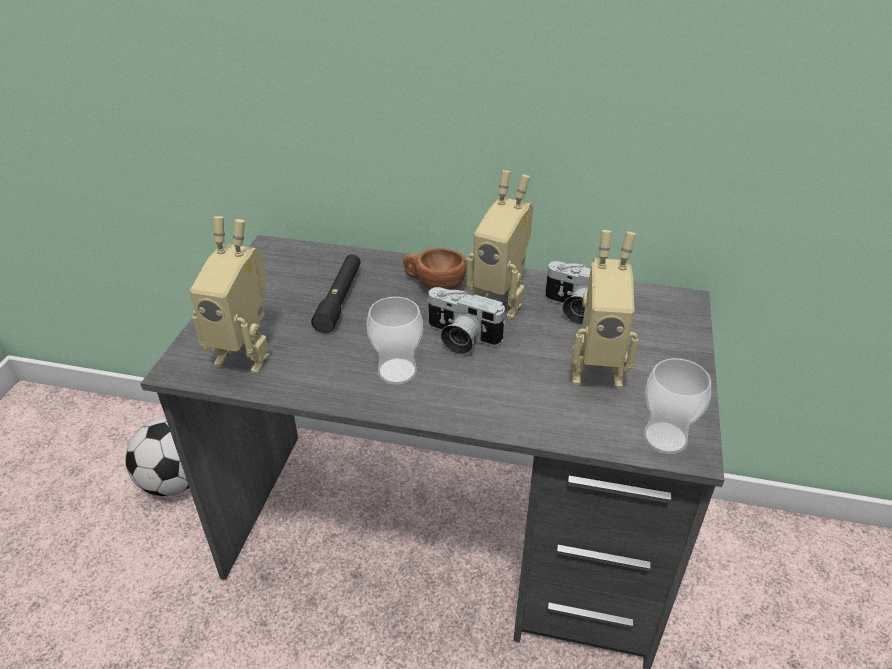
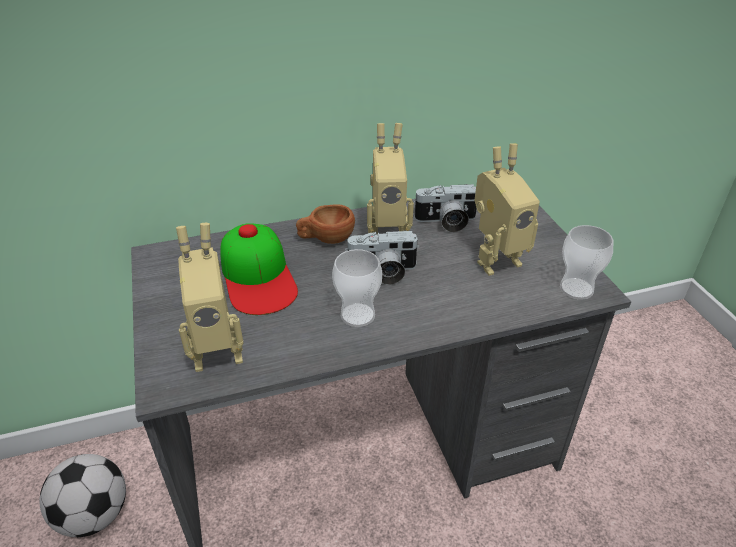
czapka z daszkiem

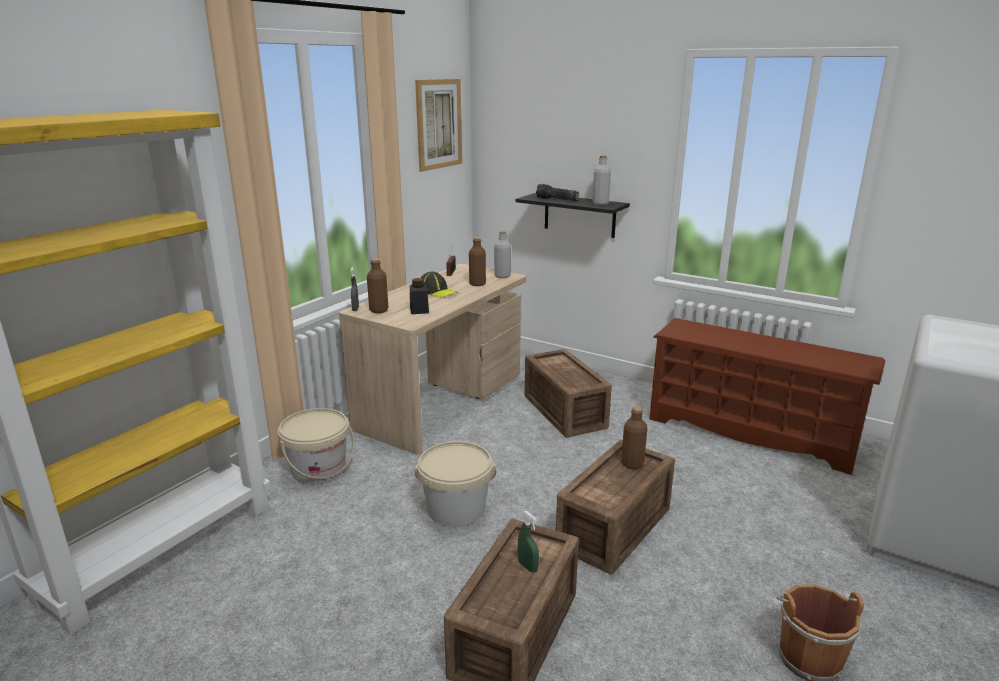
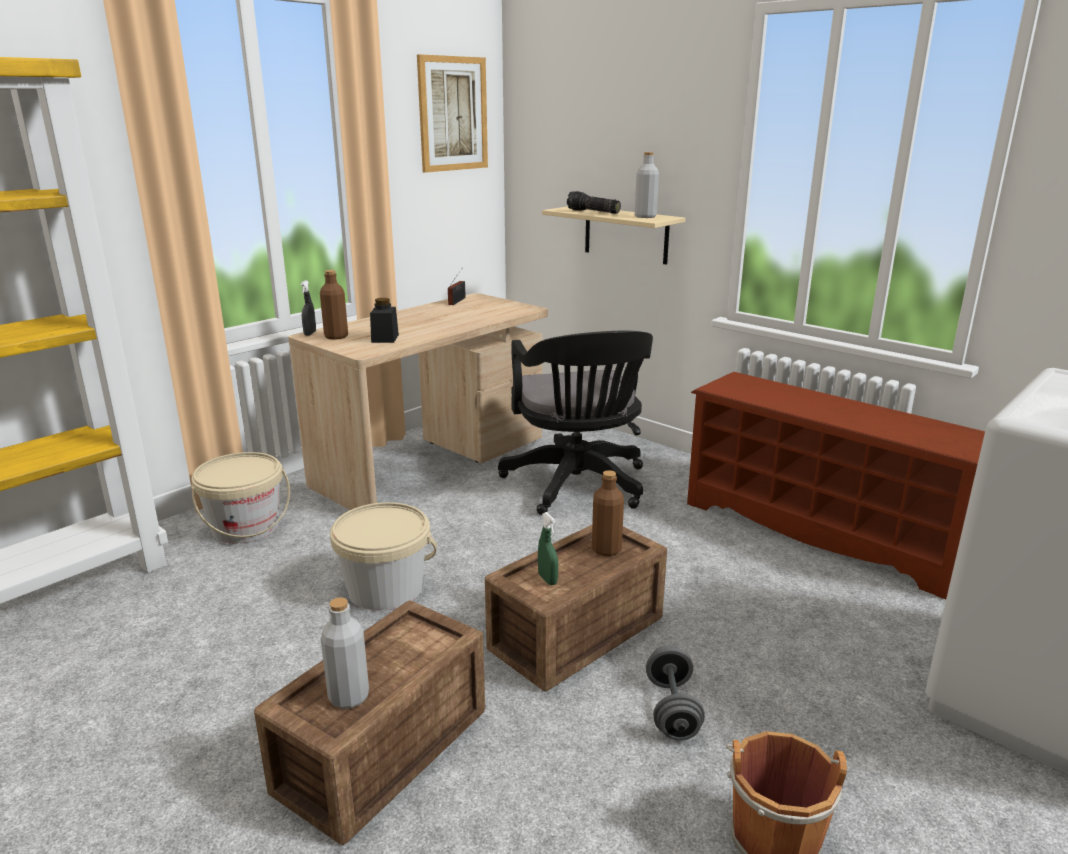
czapka z daszkiem; butelka (brązowy) (no. 2 from left in the first image); butelka (szary) (no. 1 from left); półka (beżowy); spryskiwacz (zielony); krzesło biurowe (czarny); hantel (szary)

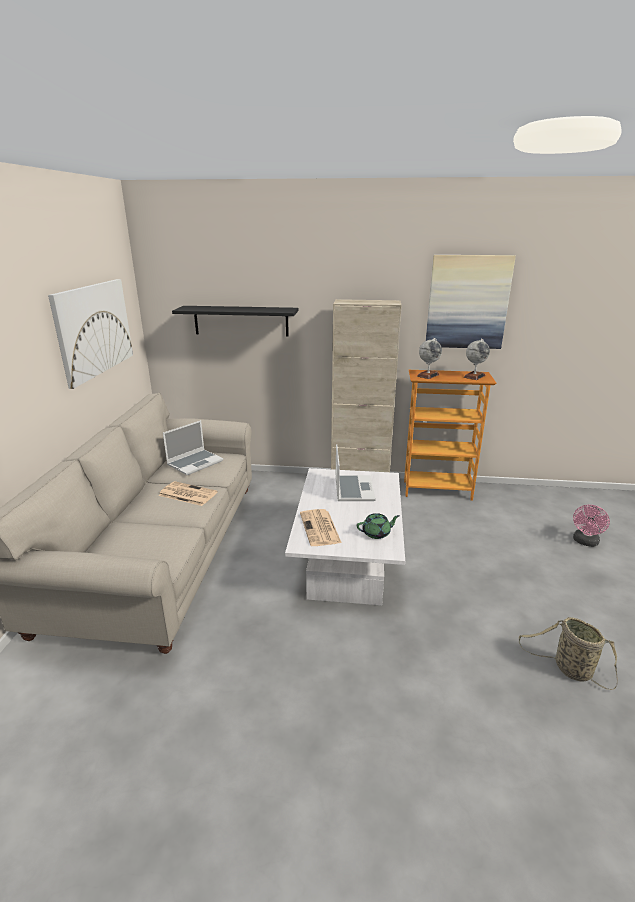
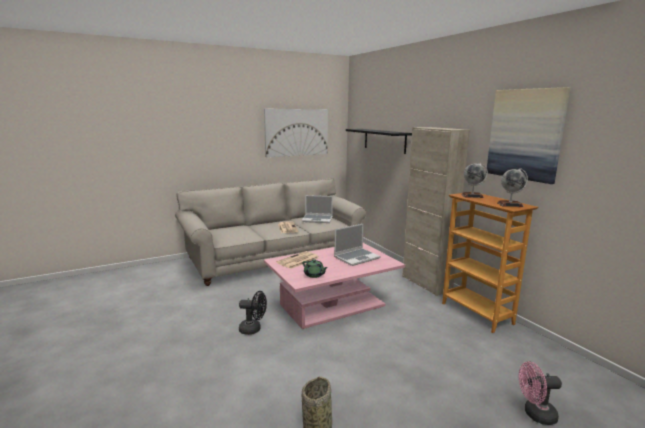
ława (różowy); wentylator (czarny)

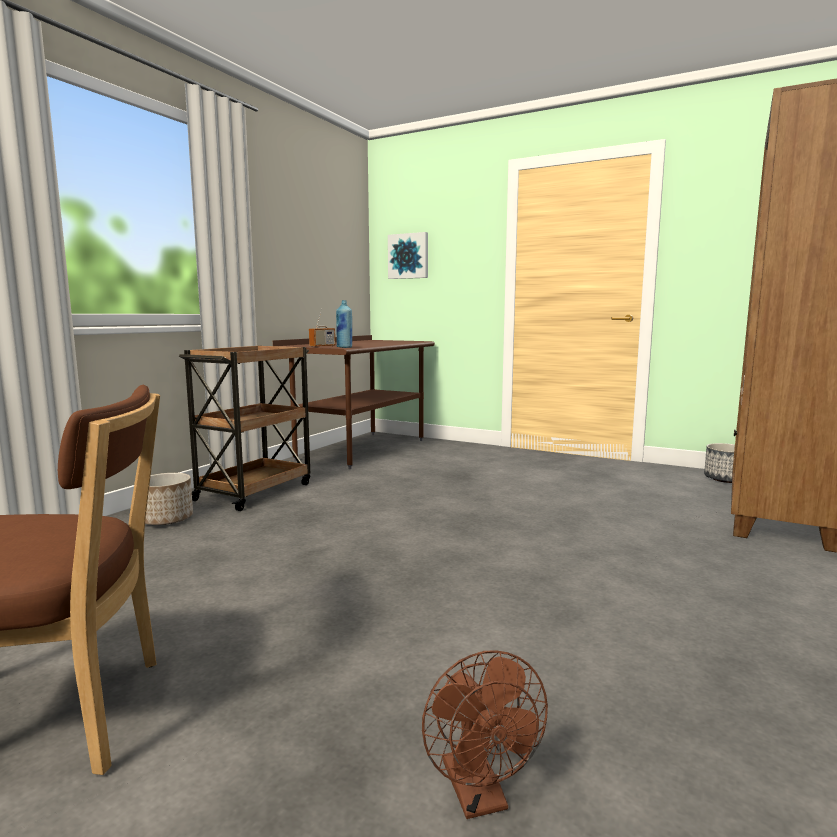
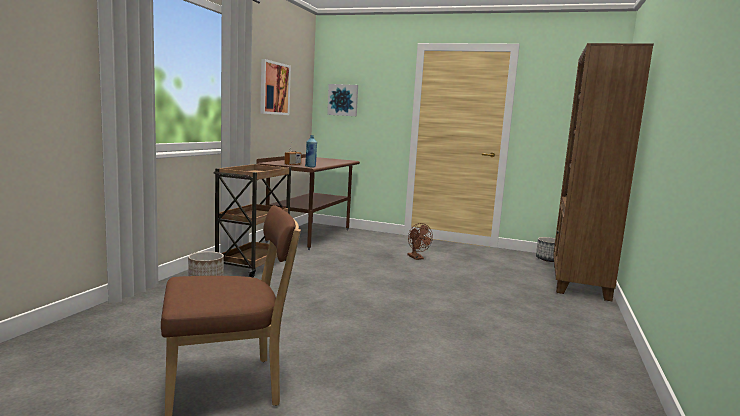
wentylator (brązowy); obraz (no. 1 from left)

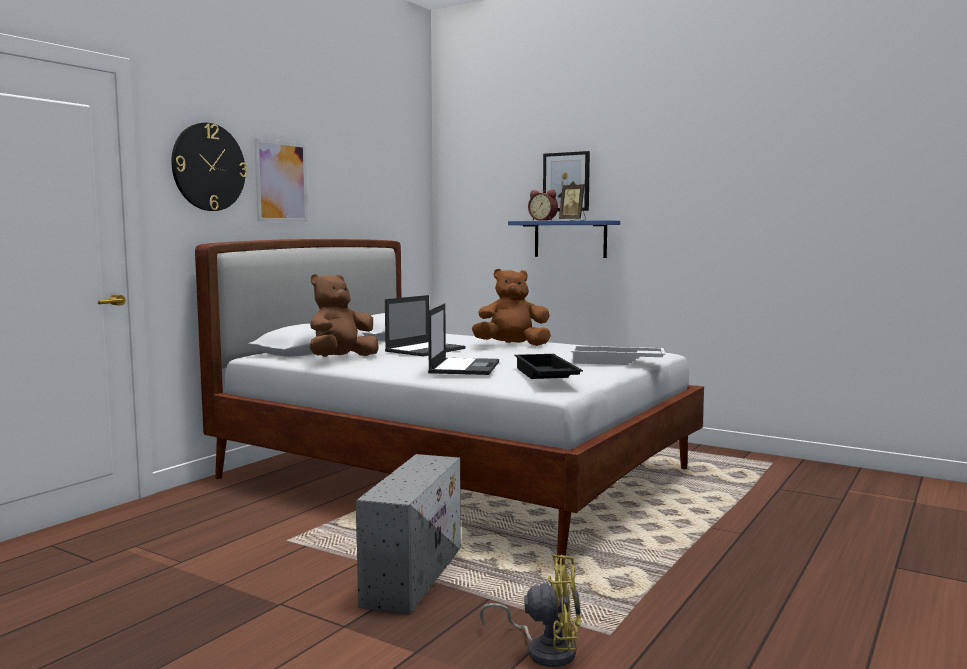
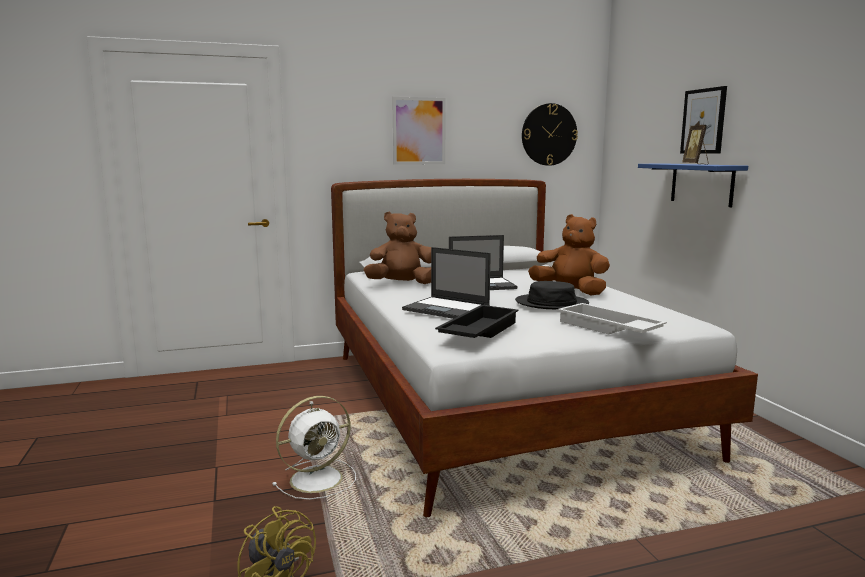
zegar ścienny; wentylator (biały); laptop (no. 1 from left); budzik; kapelusz (czarny)

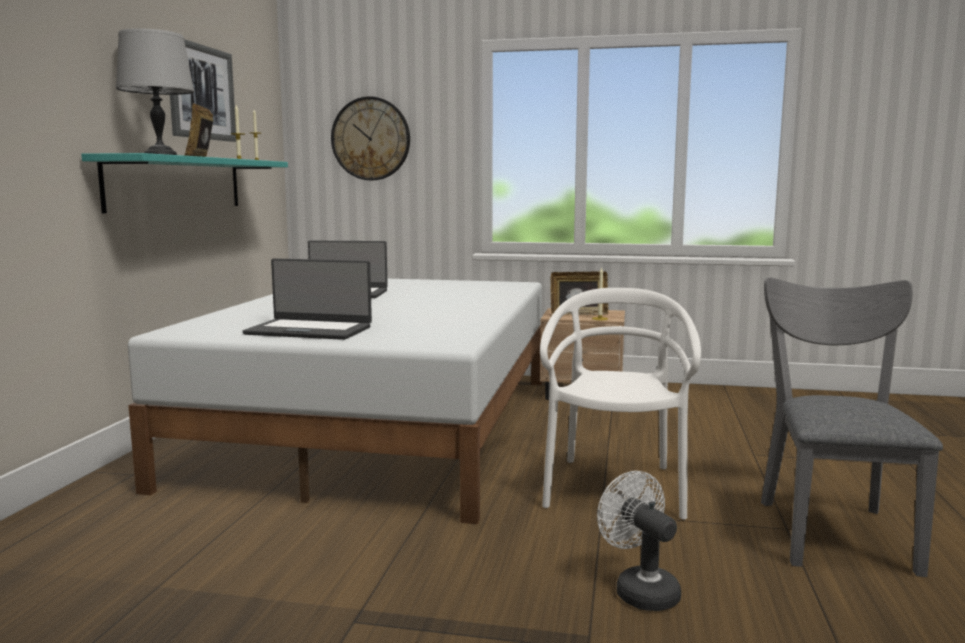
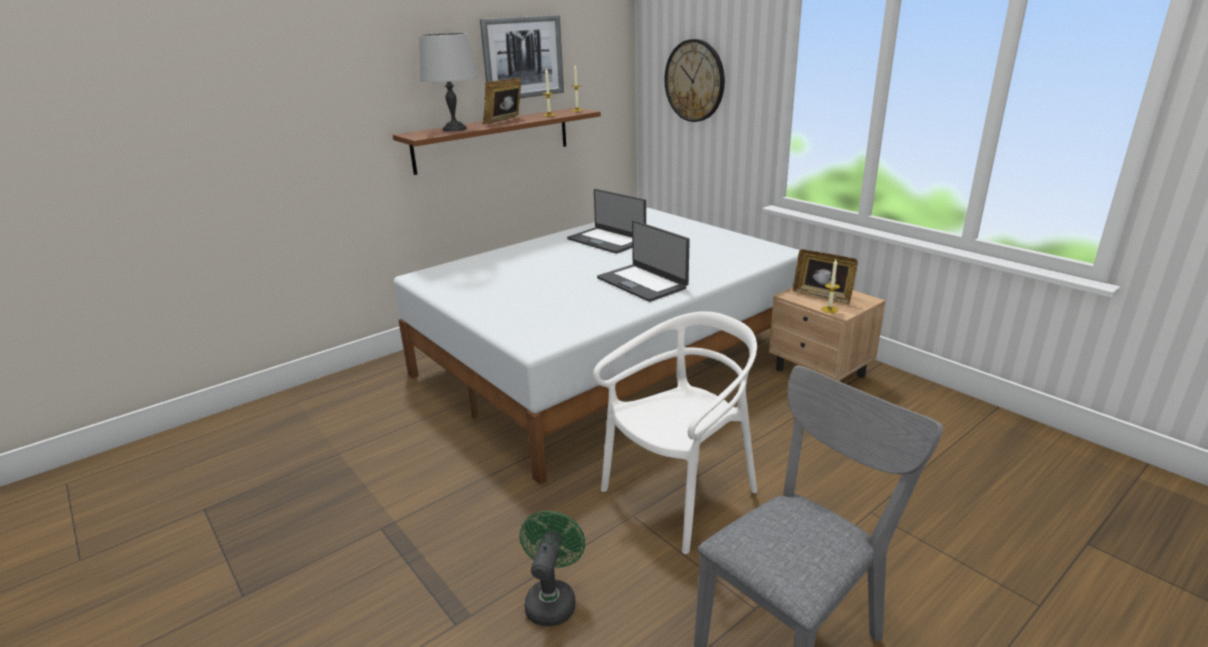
półka (brązowy); laptop (no. 2 from left); wentylator (zielony)

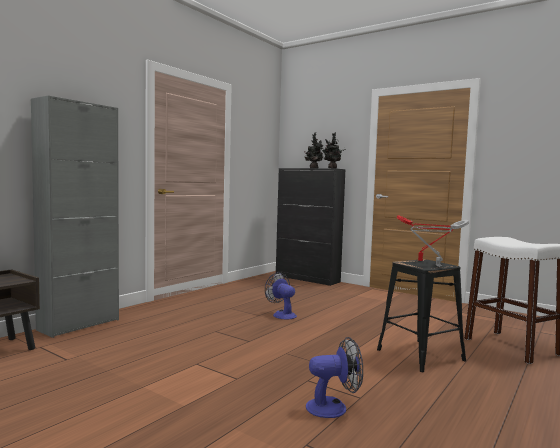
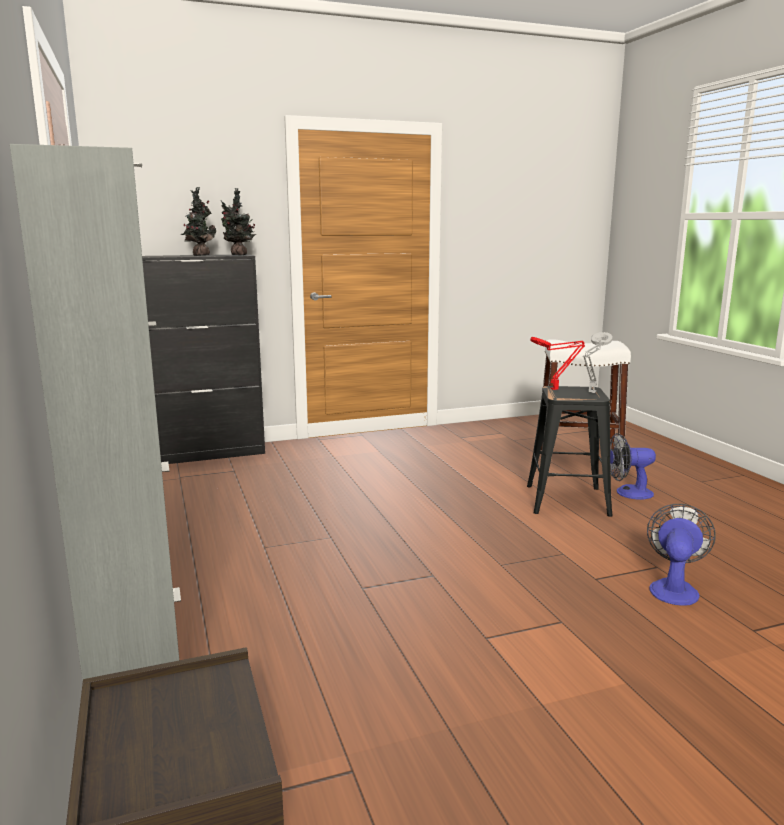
wentylator (no. 1 from left)

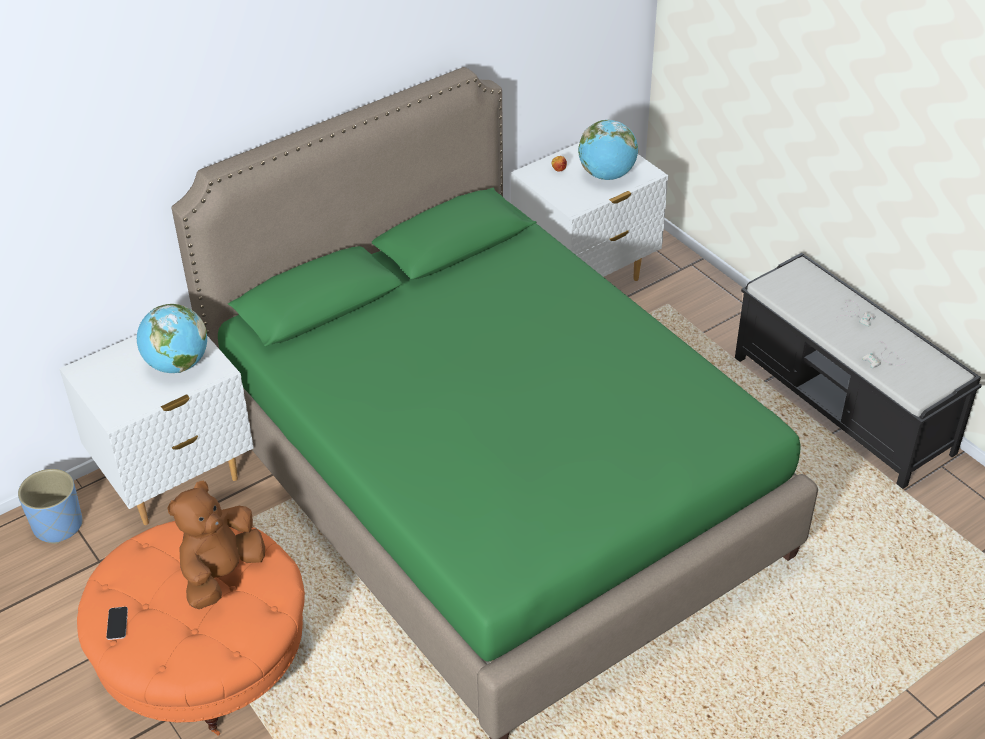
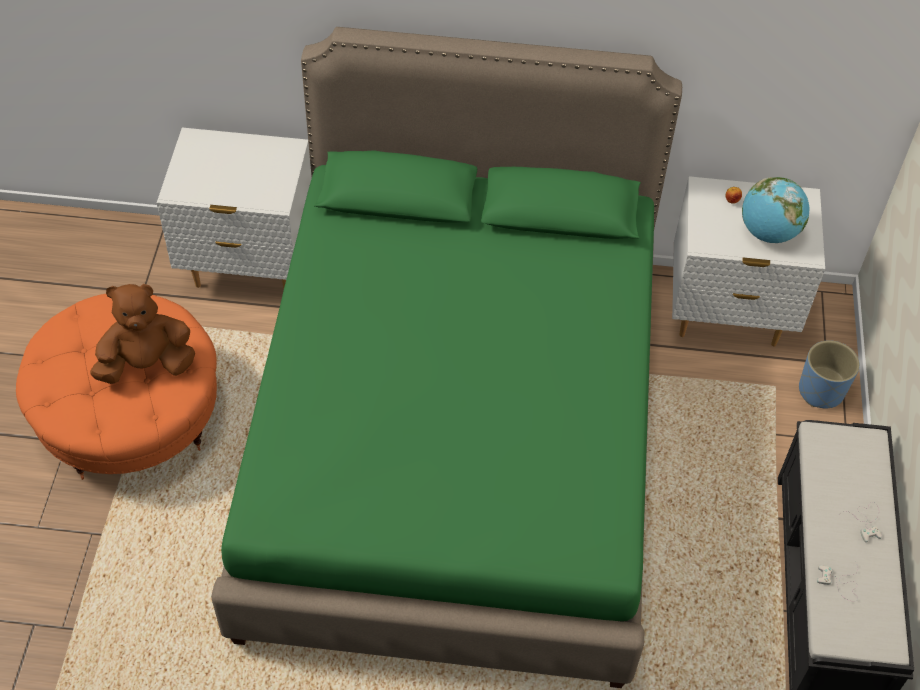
donica (niebieski); telefon; globus (no. 1 from left in the first image)

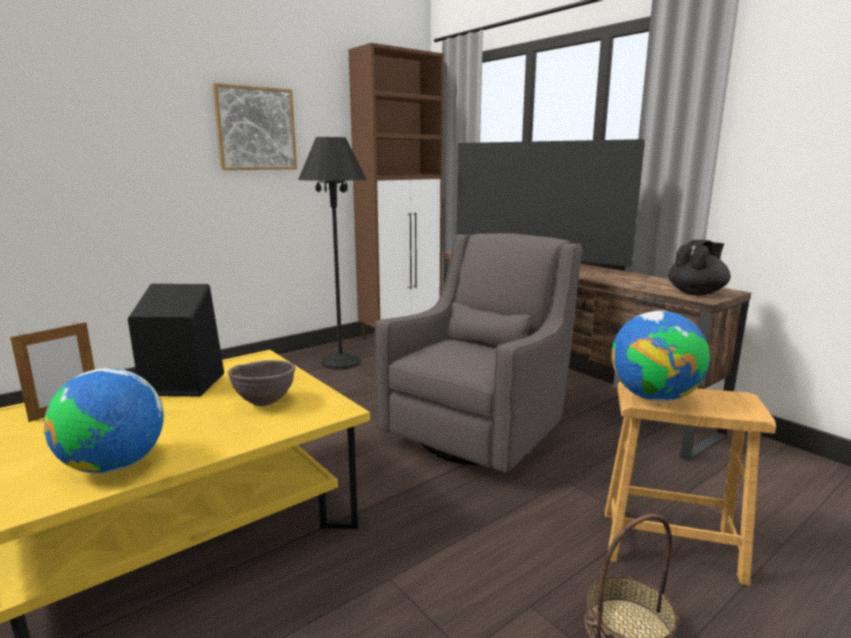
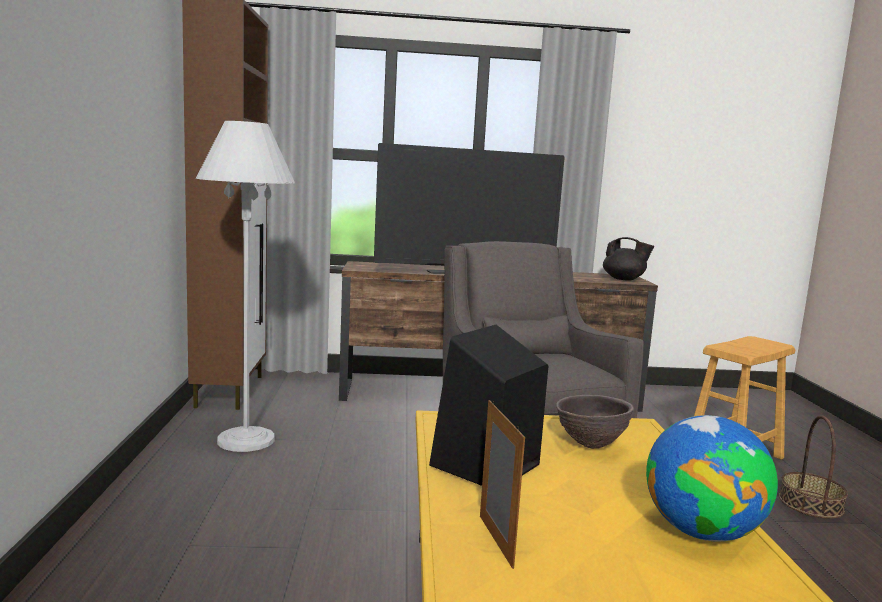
obraz; lampa stojąca (biały); globus (no. 2 from left in the first image); imbryk (czarny)

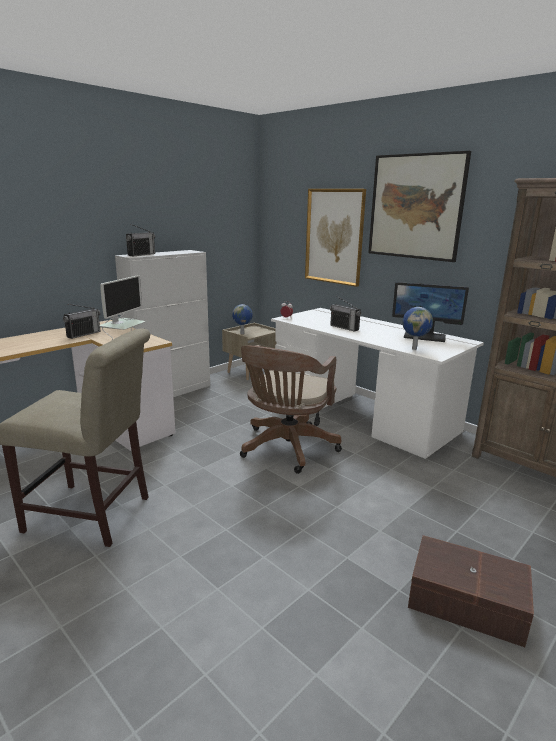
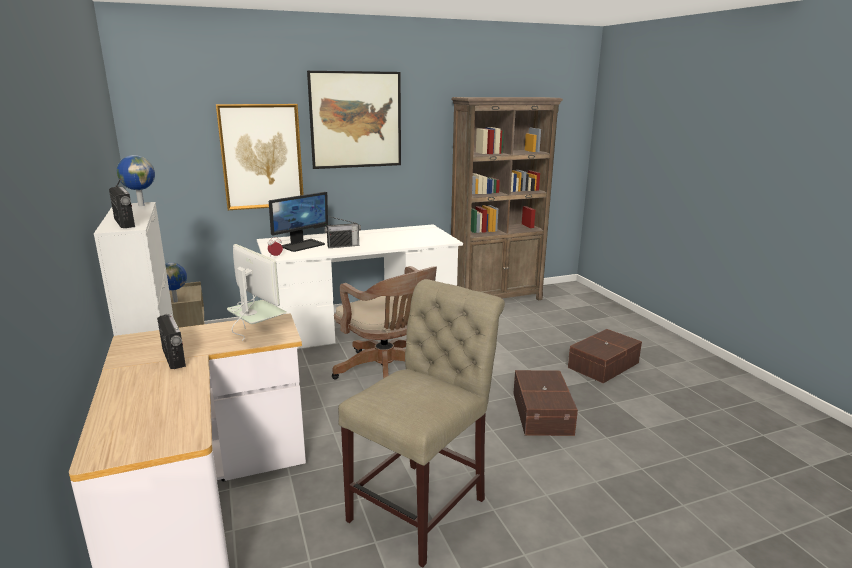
monitor (no. 2 from left); globus (no. 1 from left); pojemnik do przechowywania (brązowy) (no. 1 from left)

